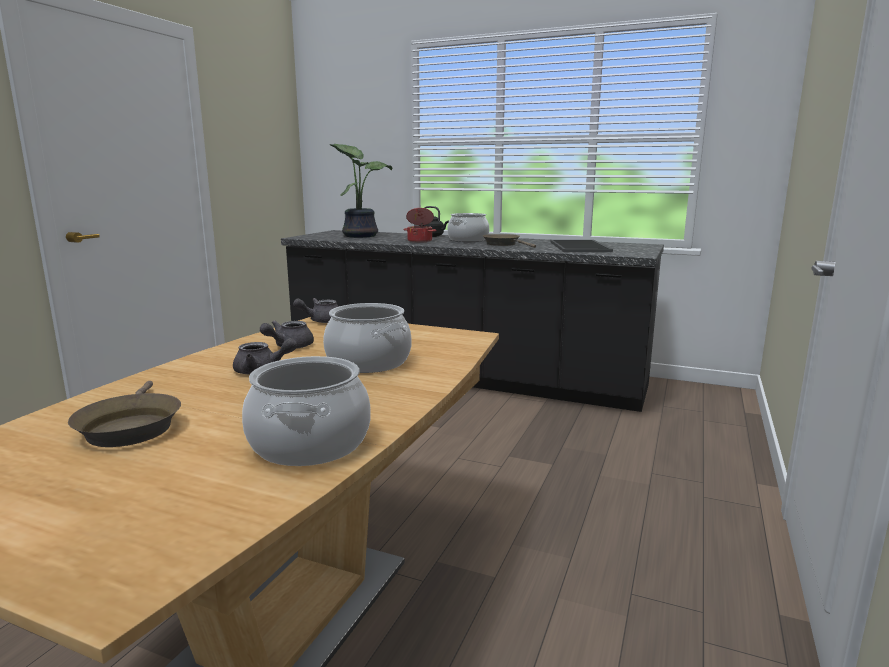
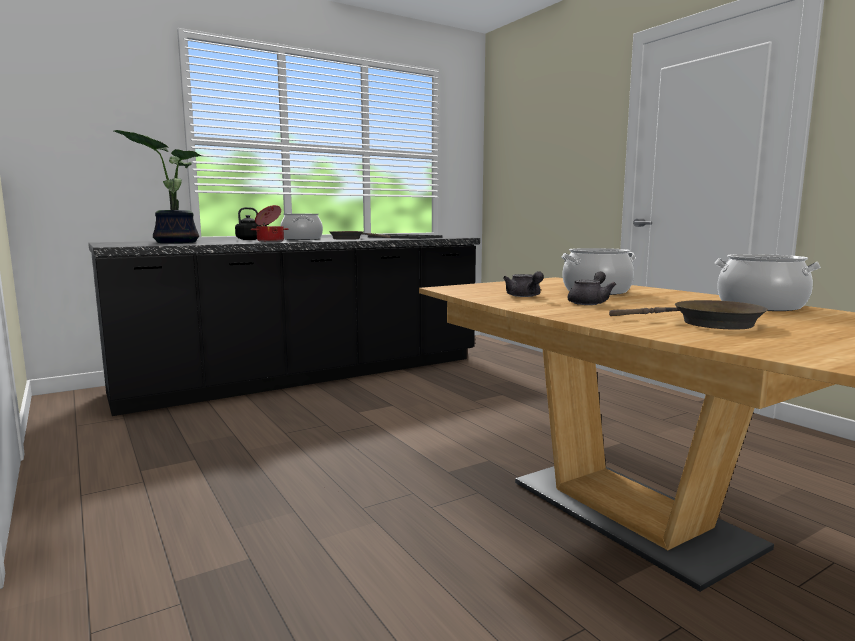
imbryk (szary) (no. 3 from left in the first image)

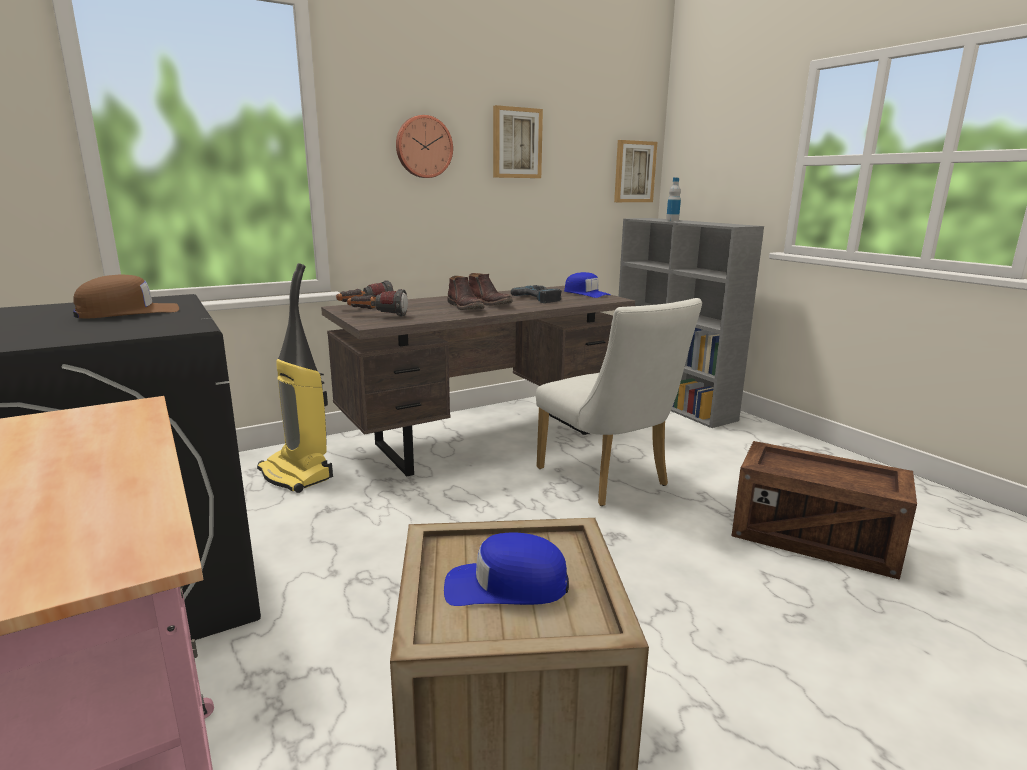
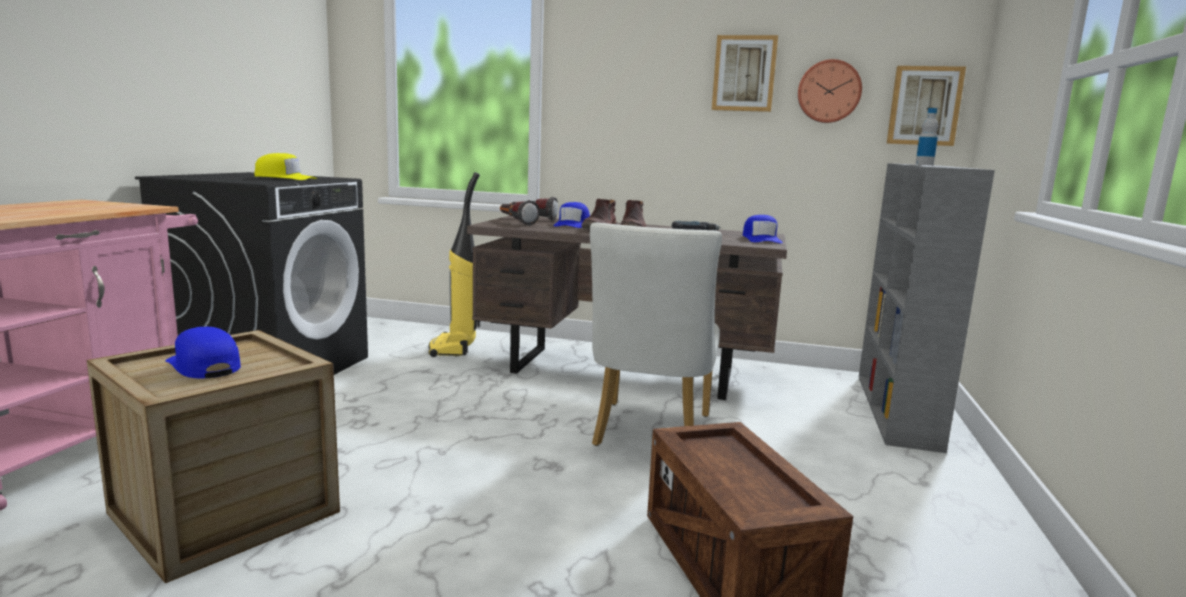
czapka z daszkiem (żółty); zegar ścienny; czapka z daszkiem (niebieski) (no. 2 from left)

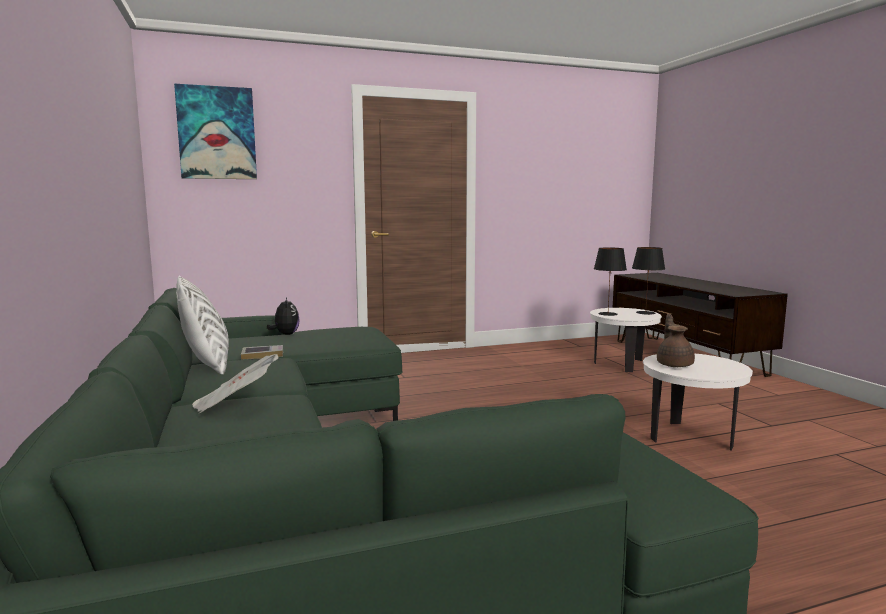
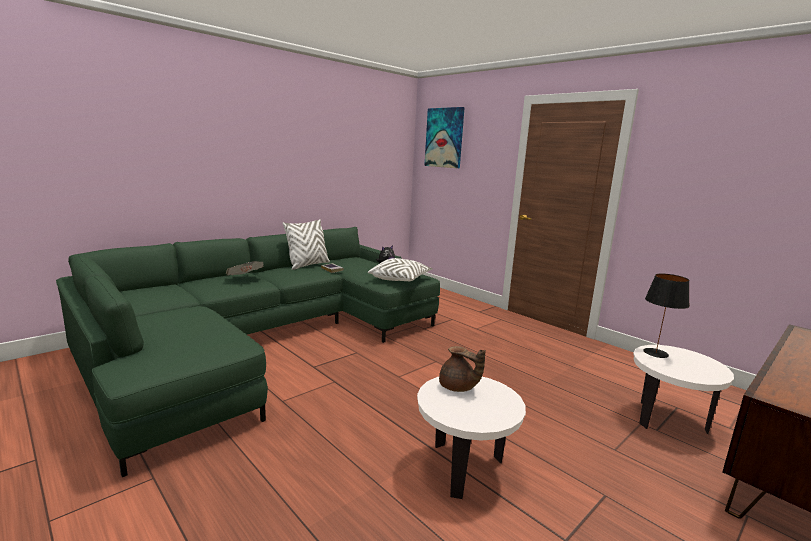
lampa stołowa (czarny) (no. 2 from left in the first image); imbryk (brązowy); poduszka (biały) (no. 2 from left)

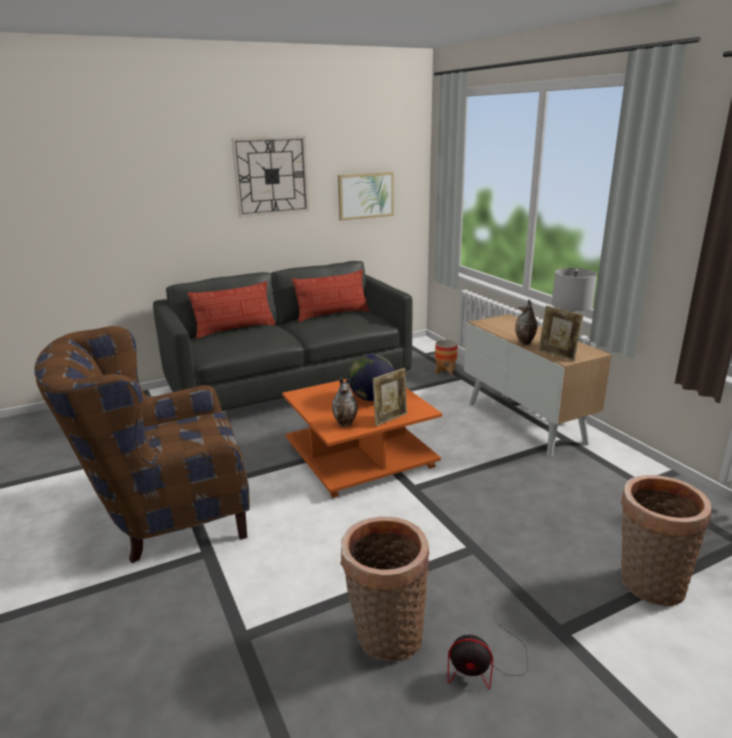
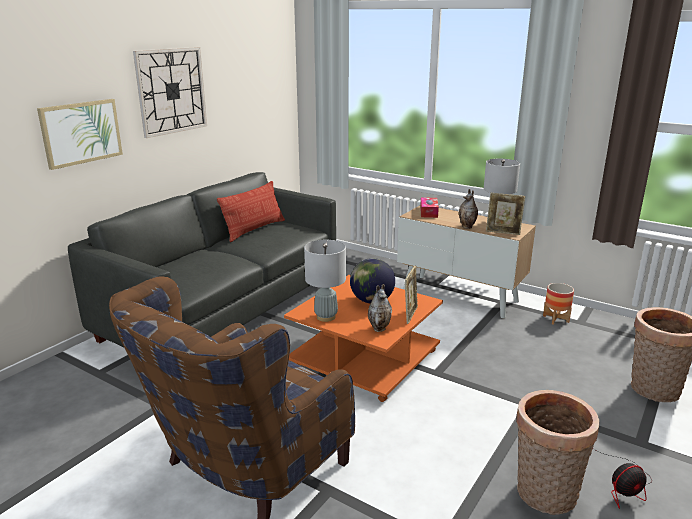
poduszka (no. 1 from left in the first image); obraz; donica; lampa stołowa (szary) (no. 1 from left); pudełko chusteczek

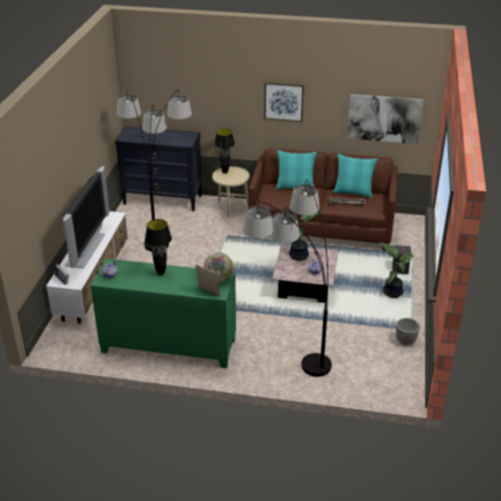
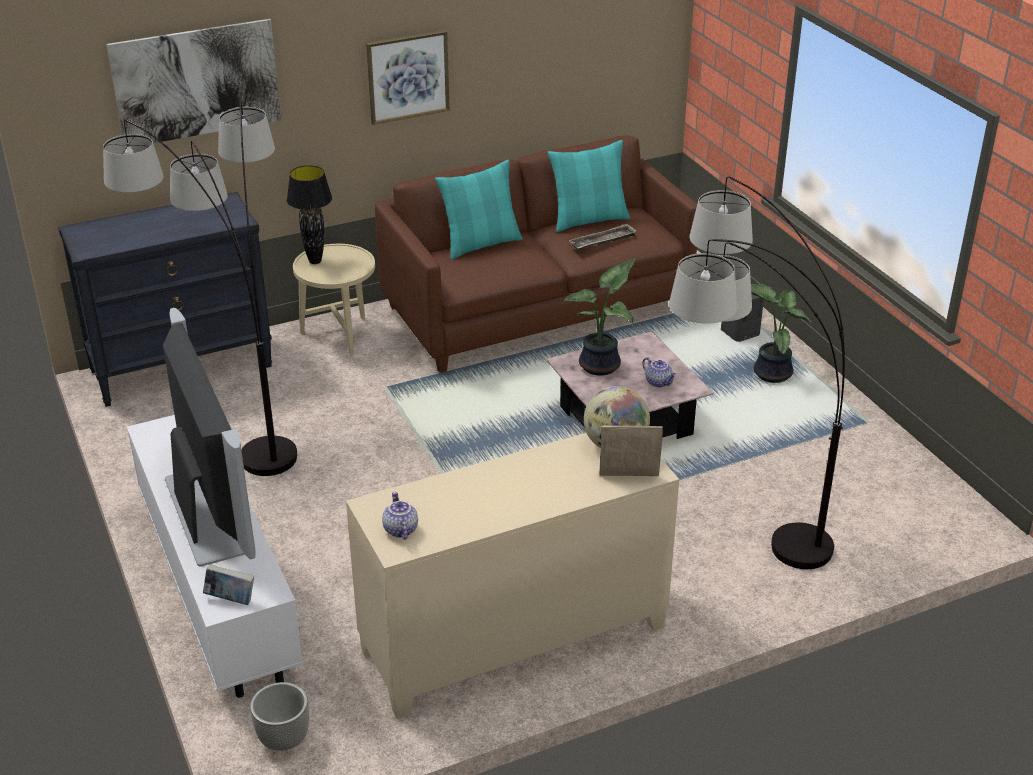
szafka (beżowy); lampa stołowa (czarny) (no. 1 from left in the first image); obraz (no. 1 from left); donica

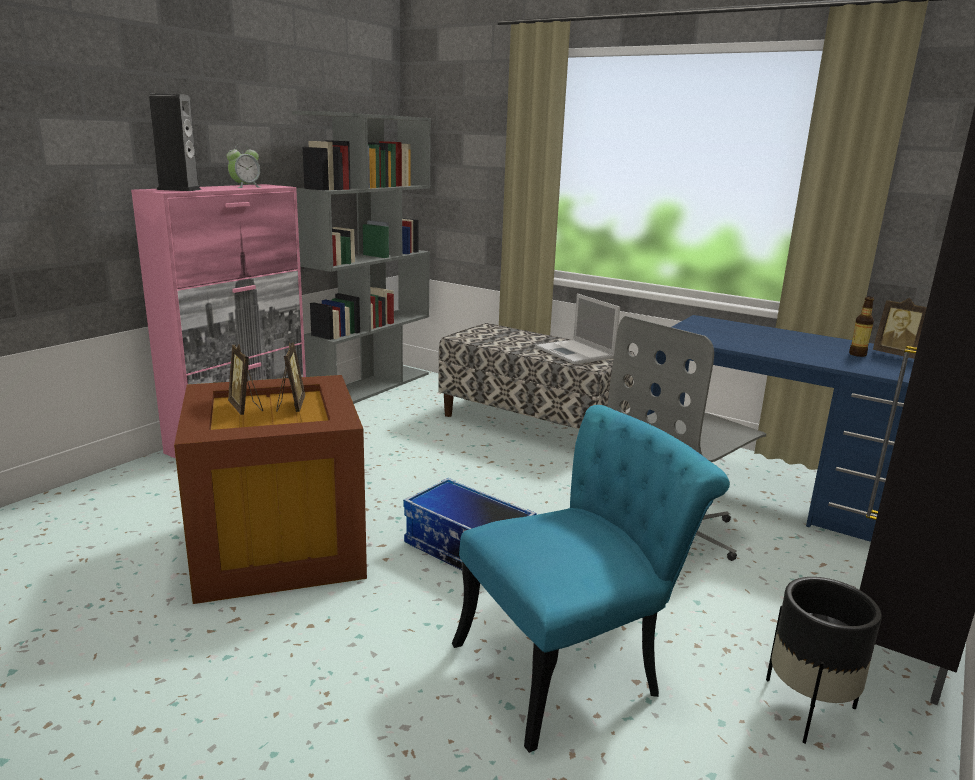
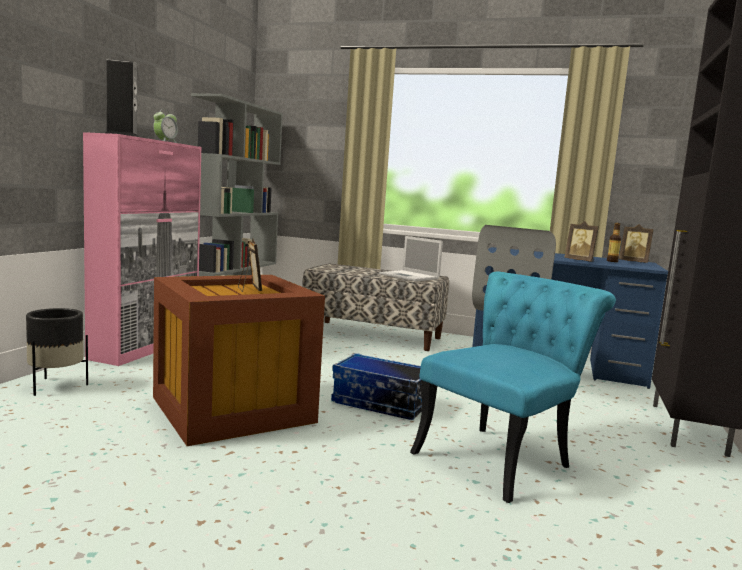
ramka na zdjęcie (no. 2 from left); donica (czarny)

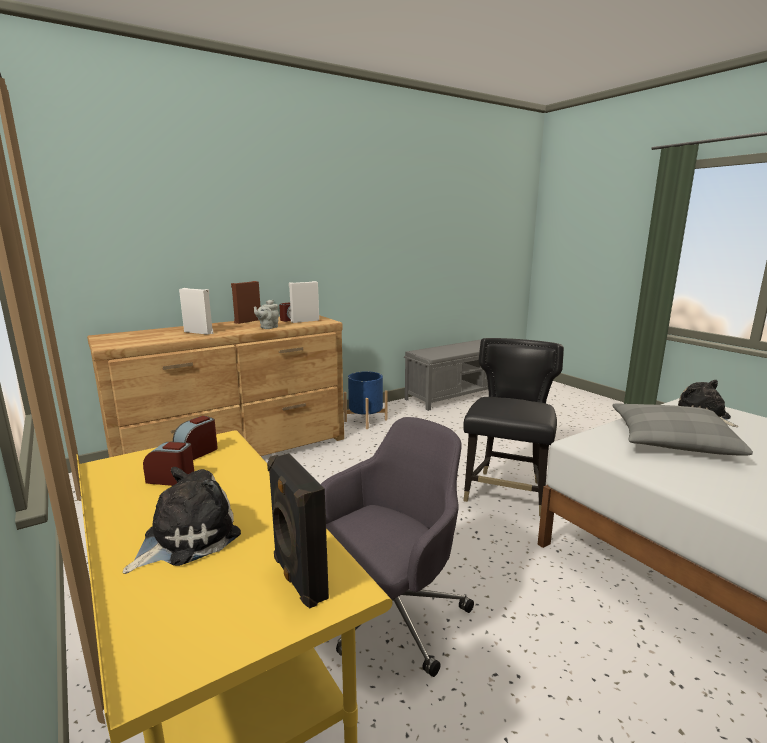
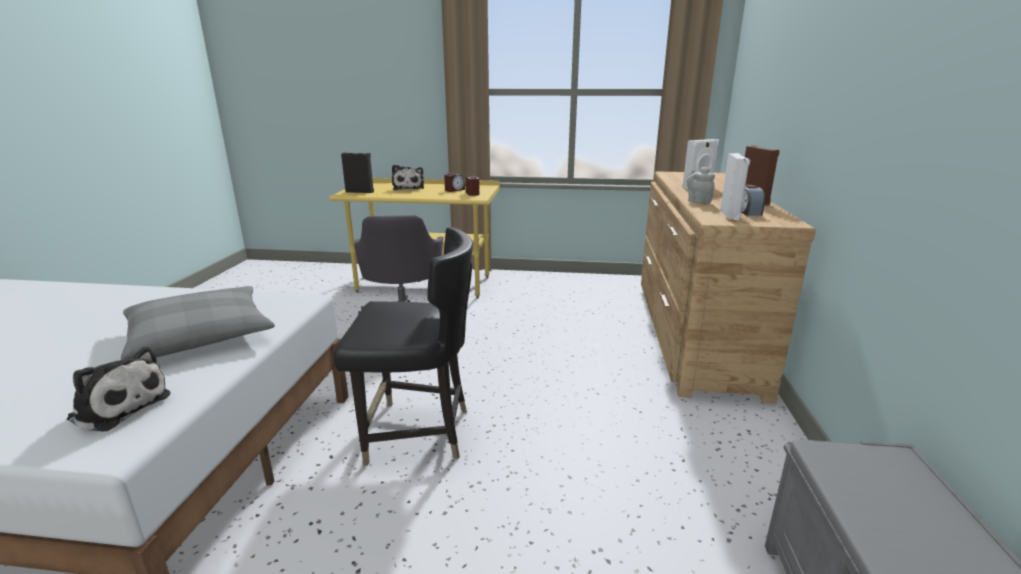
donica (niebieski); krzesło (czarny)

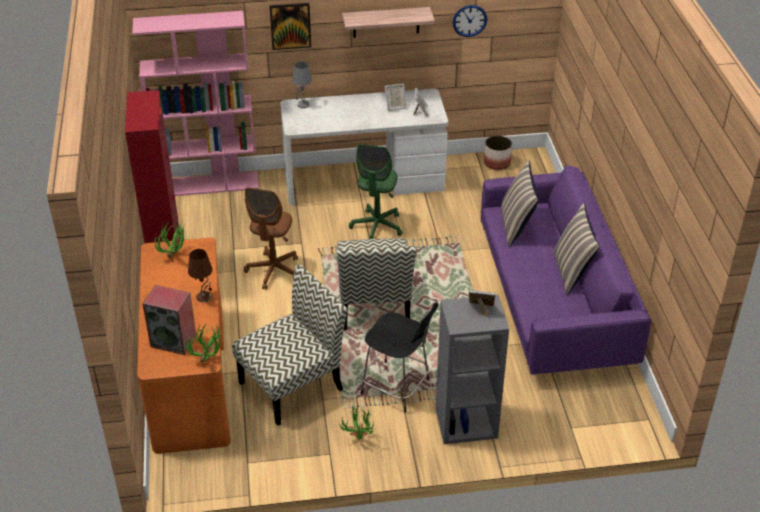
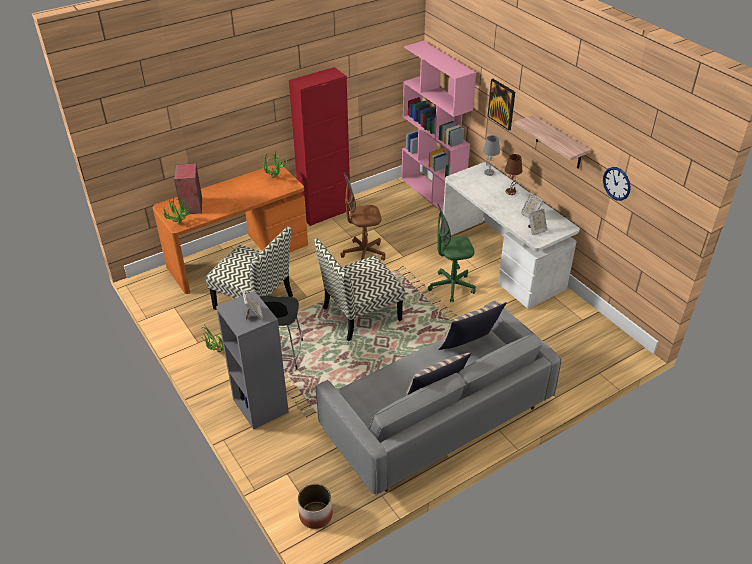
lampa stołowa (brązowy); kanapa (szary); donica

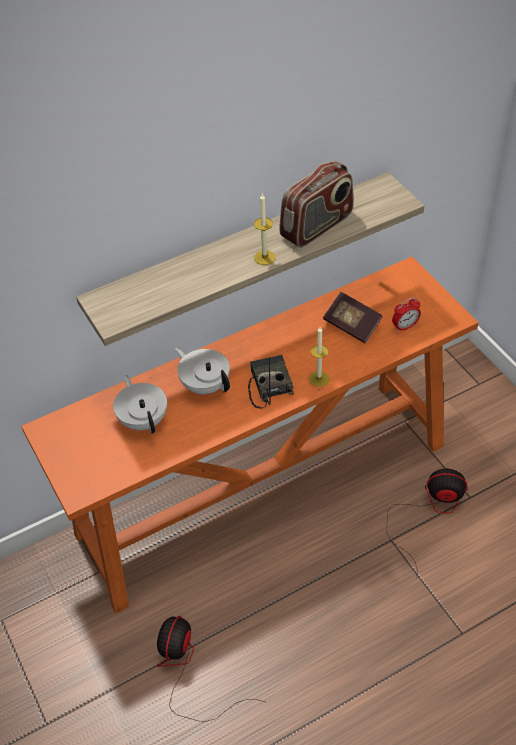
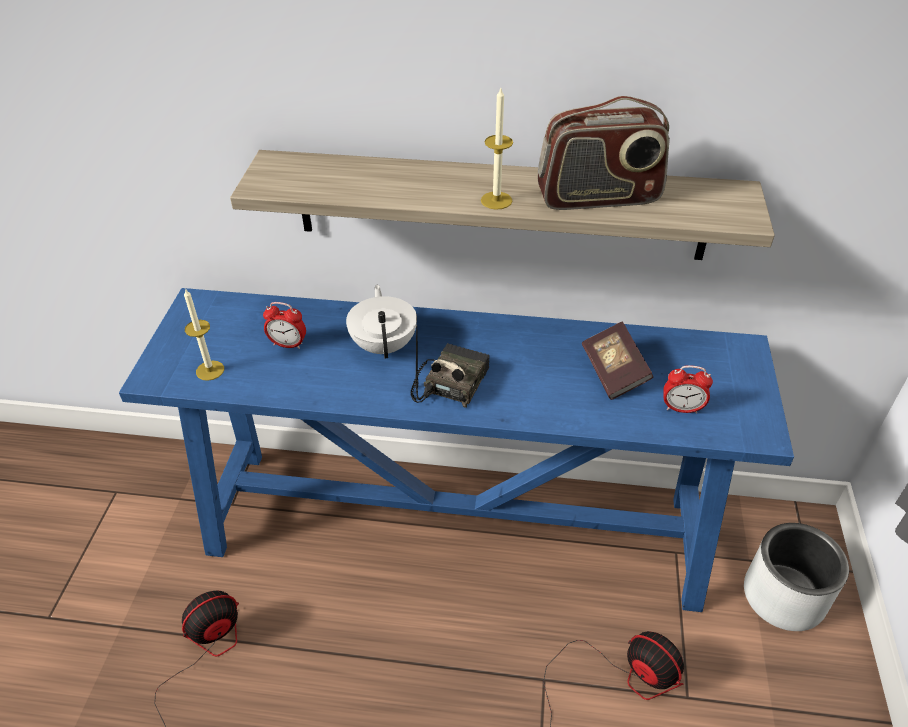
stolik konsolowy (niebieski); budzik (no. 1 from left); świeca (no. 1 from left); donica (szary)

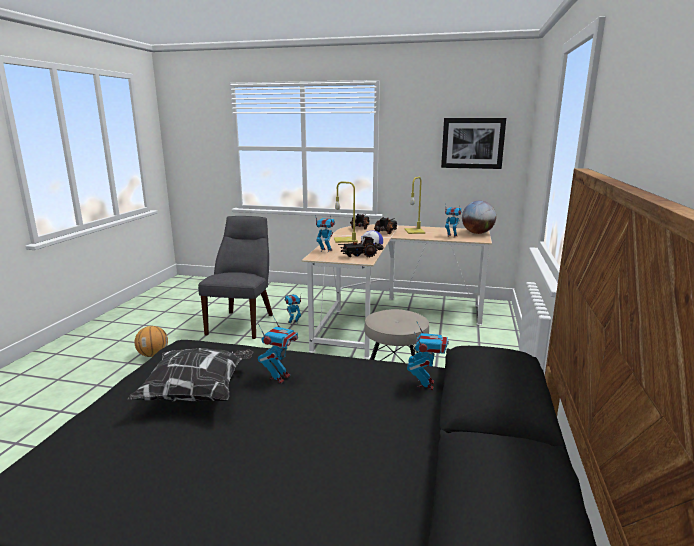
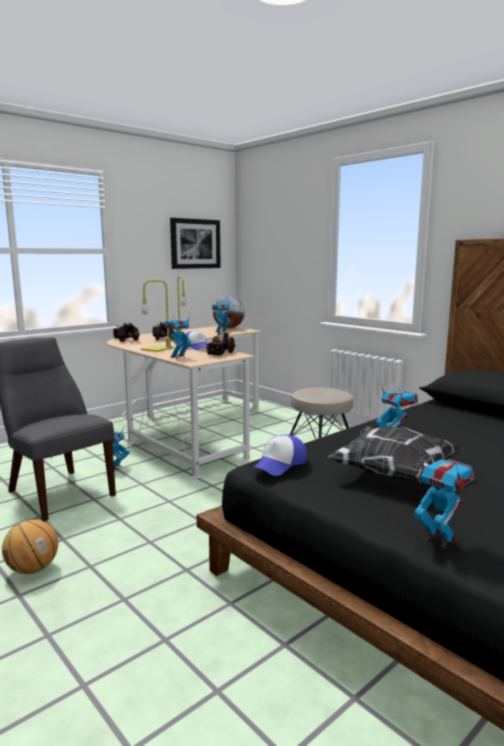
robot zabawkowy (no. 5 from left); czapka z daszkiem (no. 2 from left)

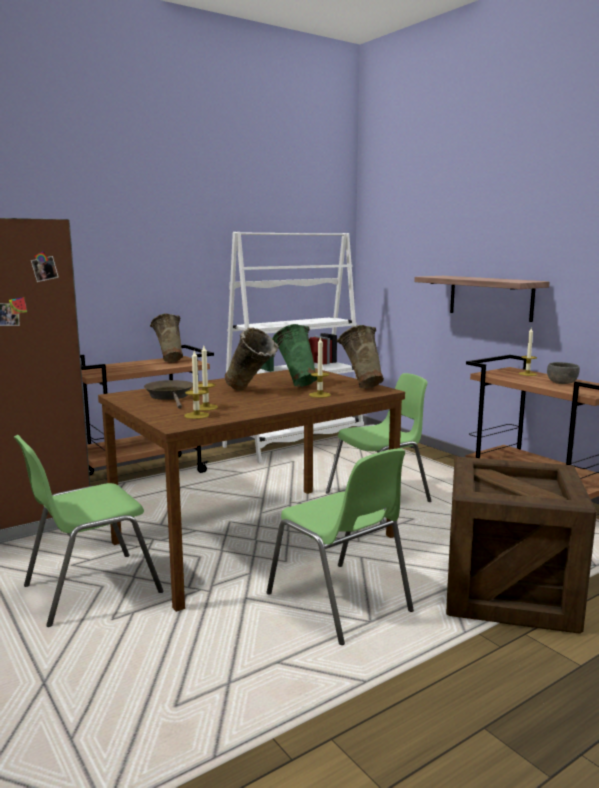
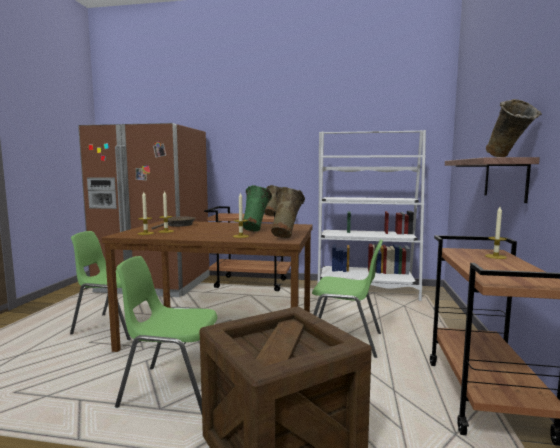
wazon (beżowy) (no. 3 from left); krzesło (zielony) (no. 2 from left); miska (szary)

